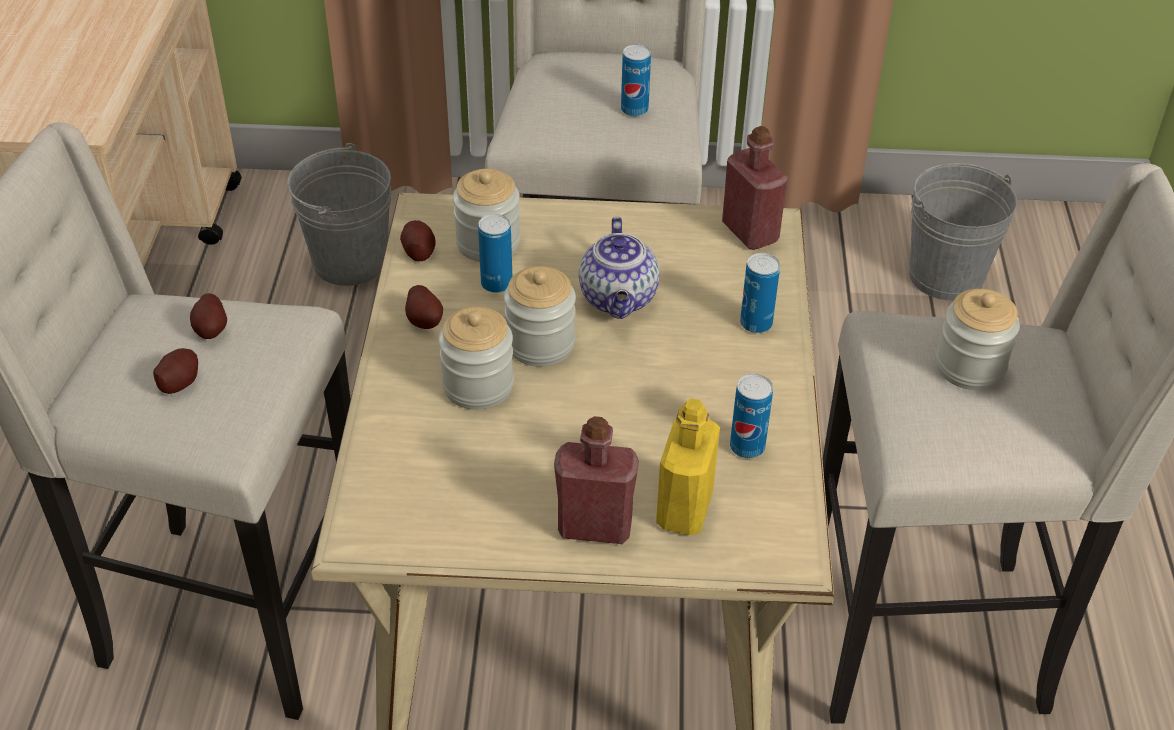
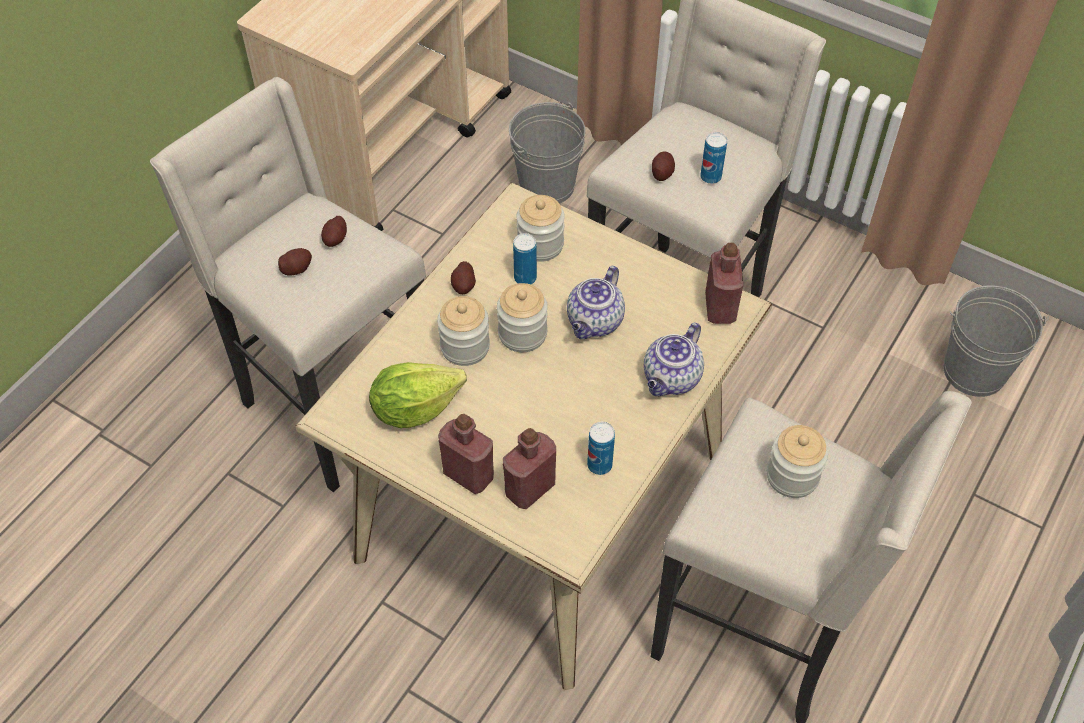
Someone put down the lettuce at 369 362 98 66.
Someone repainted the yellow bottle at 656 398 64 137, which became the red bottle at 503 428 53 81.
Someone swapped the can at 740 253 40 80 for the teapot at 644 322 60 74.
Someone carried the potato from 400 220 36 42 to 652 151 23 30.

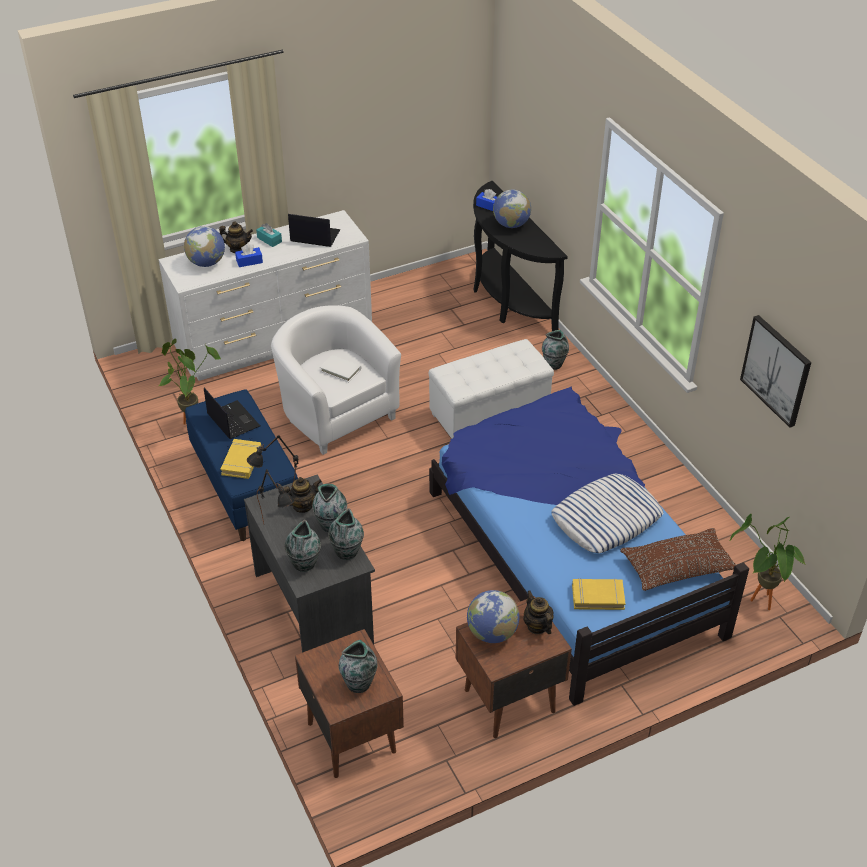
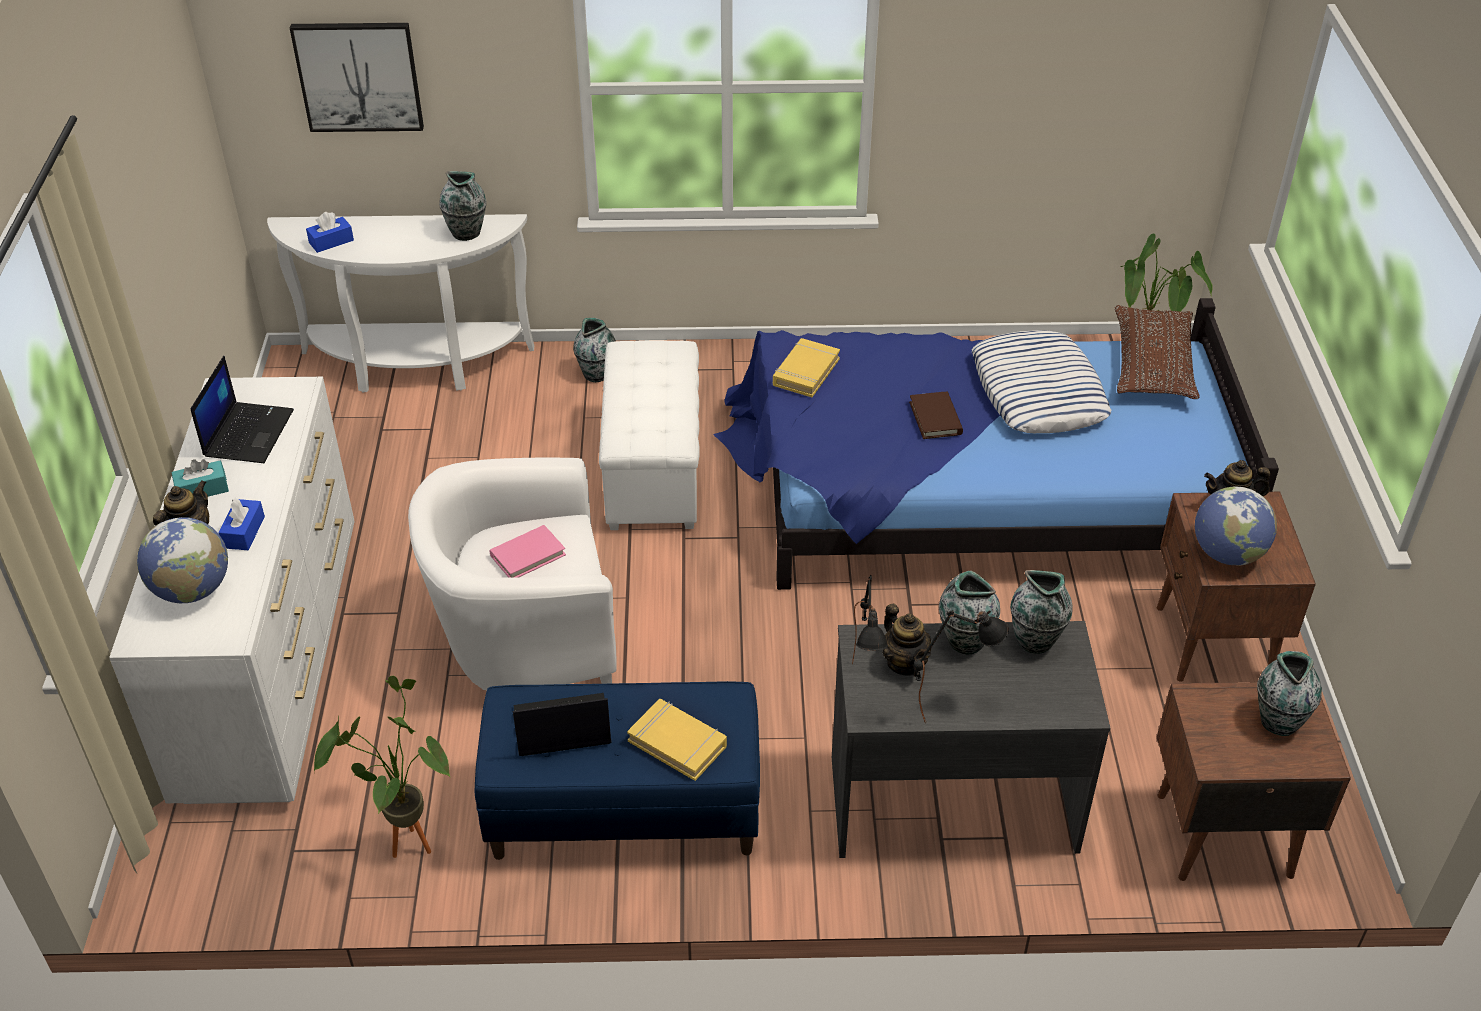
Someone rotated the laptop at 288 214 52 33 by 150 degrees clockwise.
Someone repainted the black console table at 473 181 95 150, which became the white console table at 267 214 267 178.
Someone carried the picture from 740 315 71 113 to 290 23 134 109.
Someone carried the vase from 285 520 36 52 to 439 171 47 70.
Someone repainted the white book at 320 355 41 27, which became the pink book at 490 525 76 53.
Someone carried the yellow book from 572 578 53 32 to 773 338 67 59.
Someone rotated the teapot at 284 477 38 36 by 150 degrees clockwise.
Someone put down the brown book at 909 391 54 48.
Someone took away the globe at 493 190 38 38.

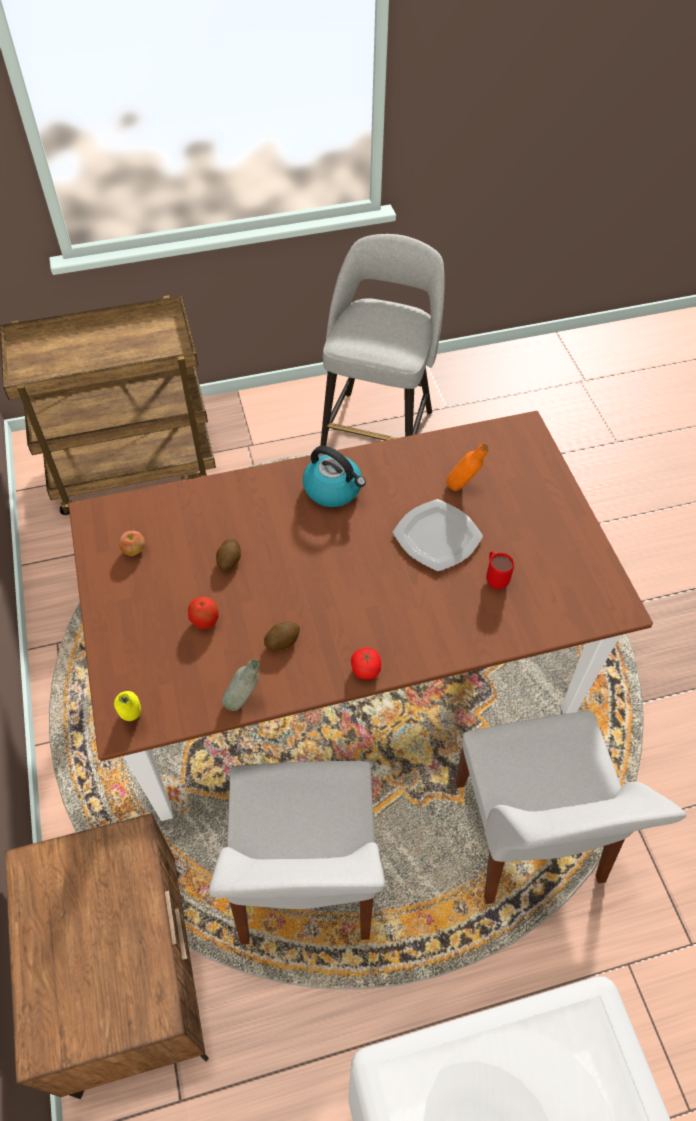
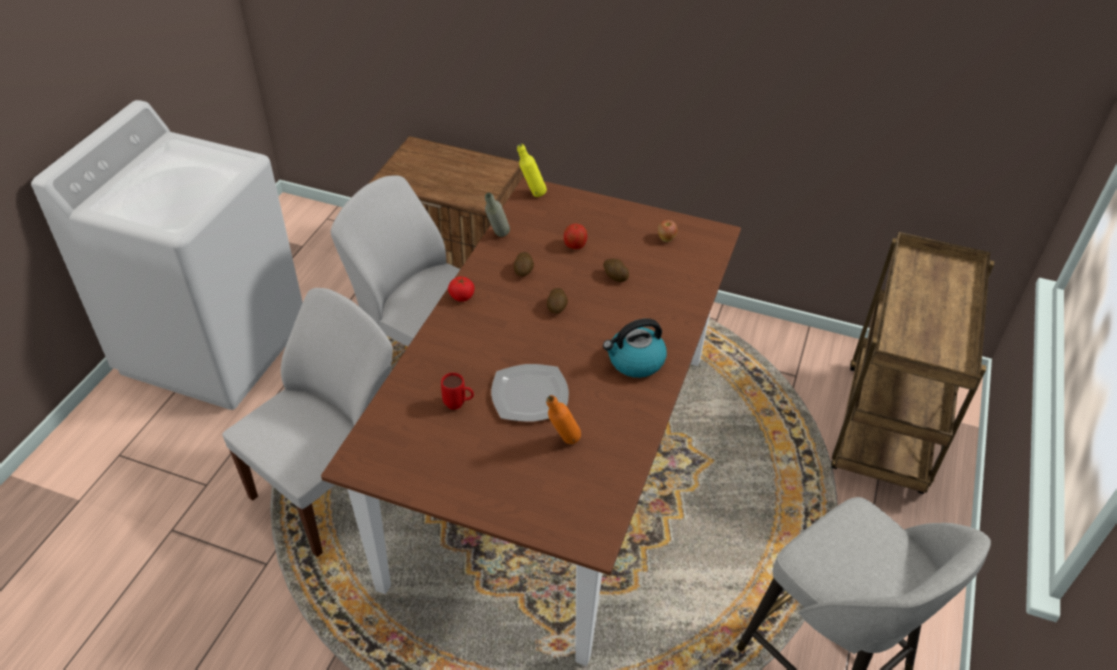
Someone rotated the white chair at 455 711 231 193 by 105 degrees clockwise.
Someone put down the potato at 547 288 21 26.

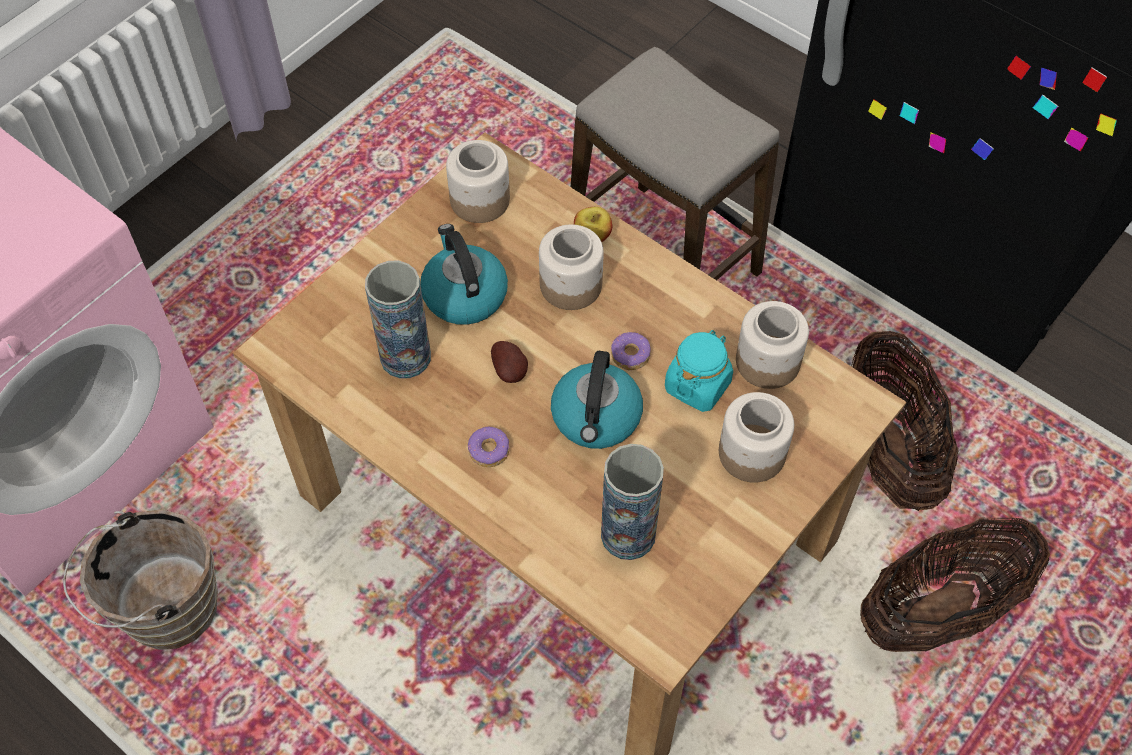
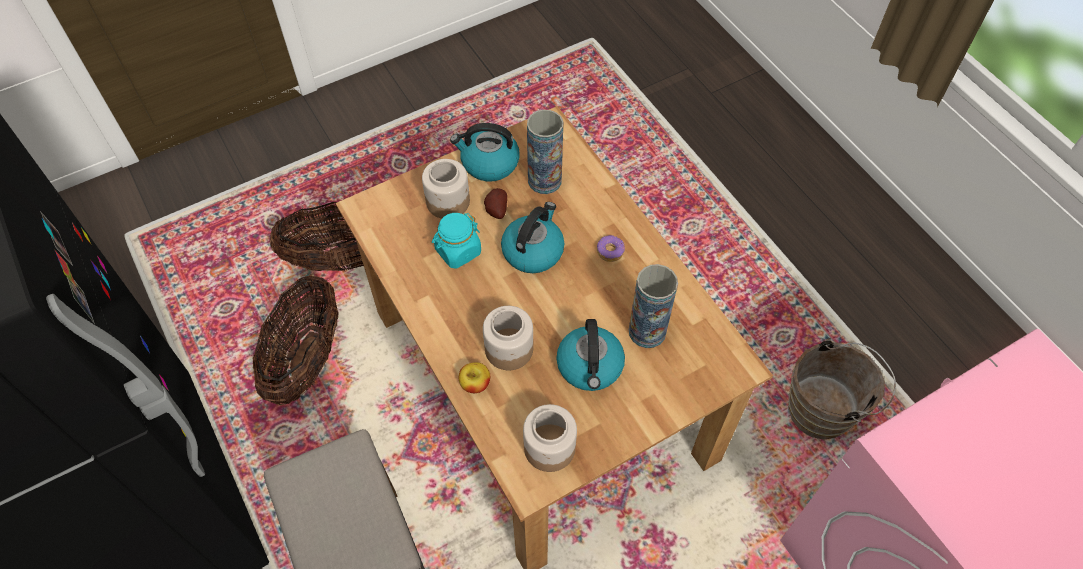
Someone put down the kettle at 450 123 70 59.
Someone carried the potato from 491 341 37 42 to 484 188 23 31.
Someone took away the donut at 611 332 40 38.
Someone took away the jar at 736 301 73 88.

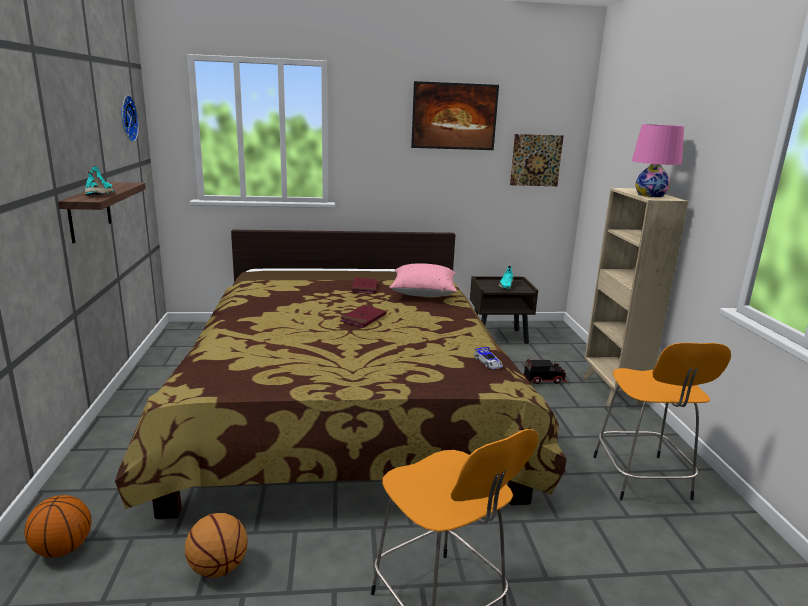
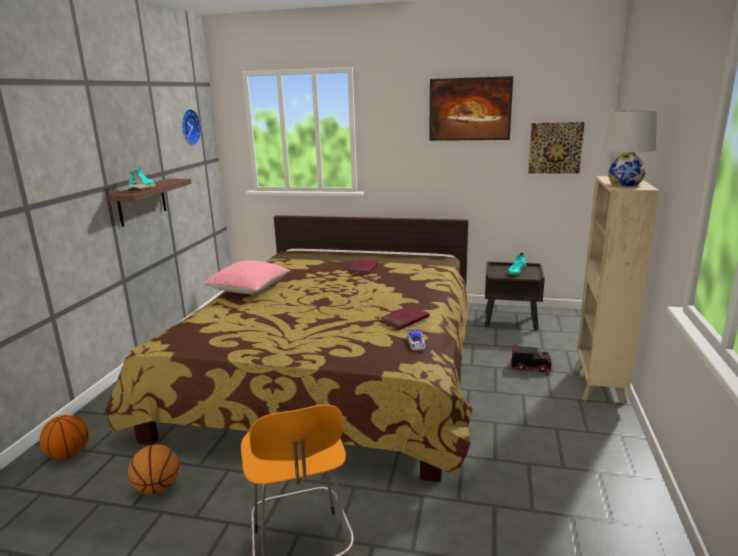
Someone carried the pink pillow from 389 263 68 34 to 203 260 87 34.
Someone carried the red book from 340 305 47 23 to 380 305 50 25.
Someone repainted the pink table lamp at 632 124 52 73, which became the white table lamp at 603 110 55 76.
Someone took away the orange stool at 593 343 138 158.

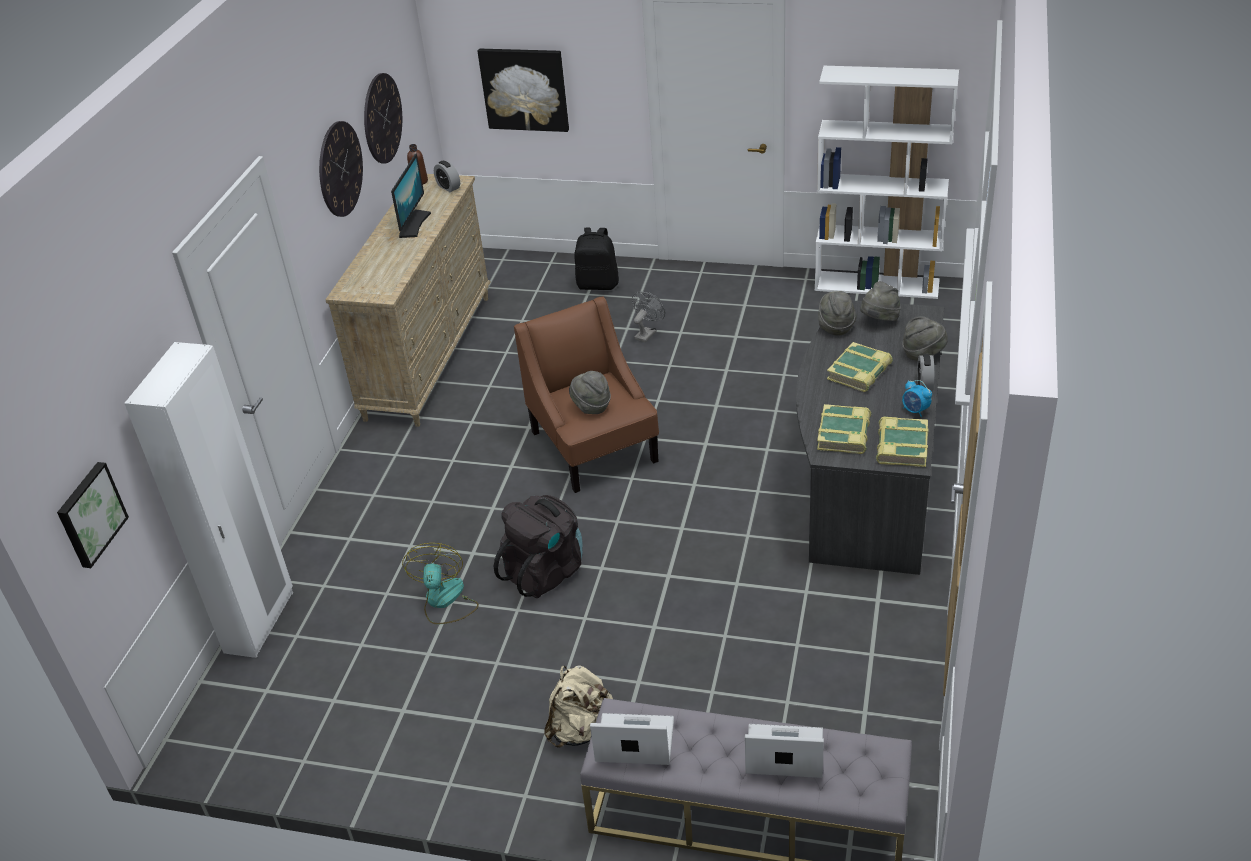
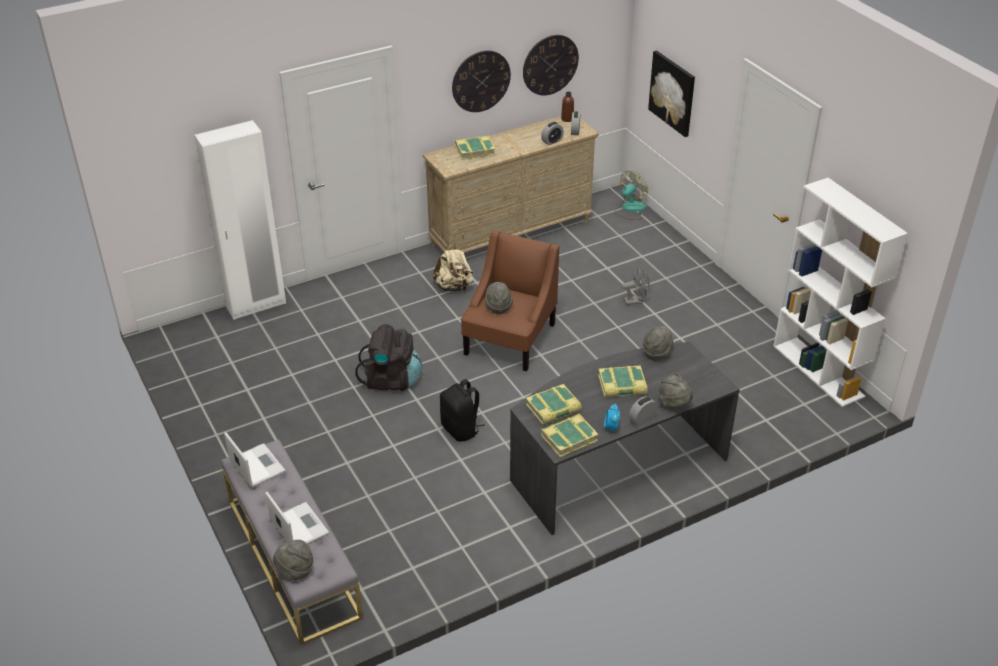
Someone carried the grey hat from 860 281 41 40 to 273 540 41 40.
Someone carried the beige backpack from 544 665 69 83 to 433 244 40 48.
Someone carried the black backpack from 574 228 45 62 to 440 379 45 62.
Someone put down the book at 455 136 41 24.
Someone put down the alarm clock at 541 122 23 24.
Someone carried the fan from 402 543 77 81 to 615 171 33 49.
Someone took away the picture at 57 462 72 106.
Someone took away the monitor at 391 154 40 84.

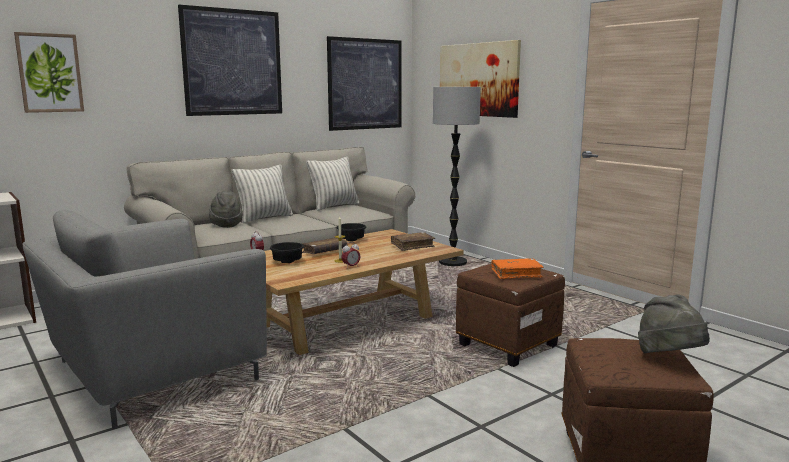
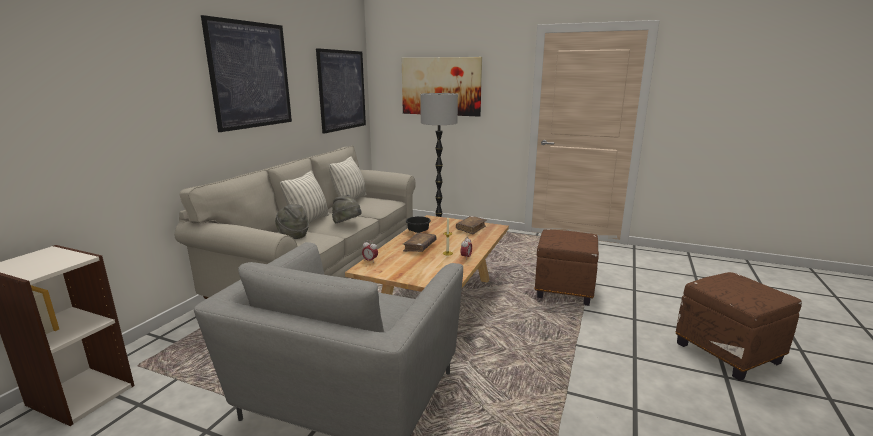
Someone carried the grey hat from 638 294 72 59 to 332 195 30 28.
Someone took away the picture at 14 32 70 81.
Someone took away the black bowl at 270 242 34 21.
Someone took away the orange book at 491 258 53 21.

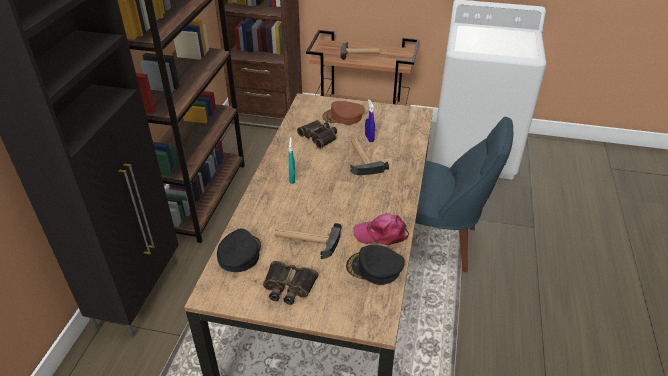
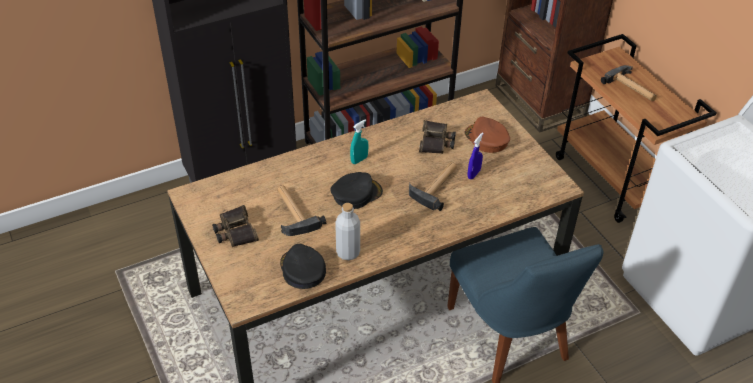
Someone carried the black cap from 217 228 44 44 to 330 172 53 37.
Someone swapped the pink cap at 353 213 56 32 for the grey bottle at 335 203 25 57.

